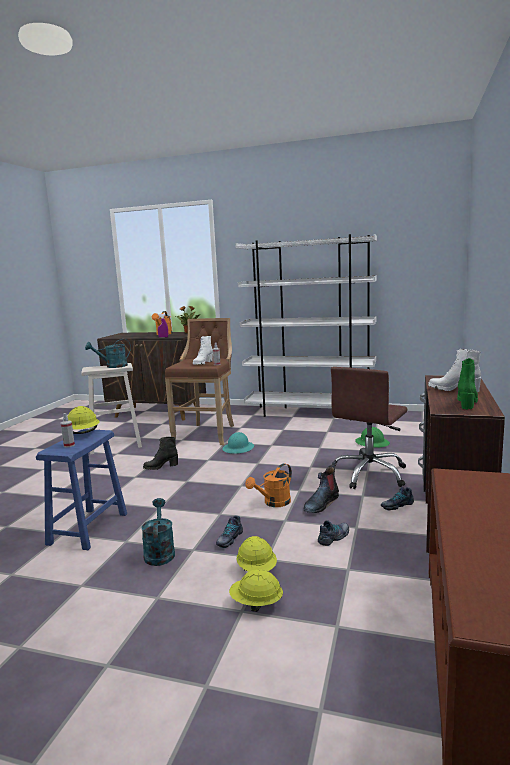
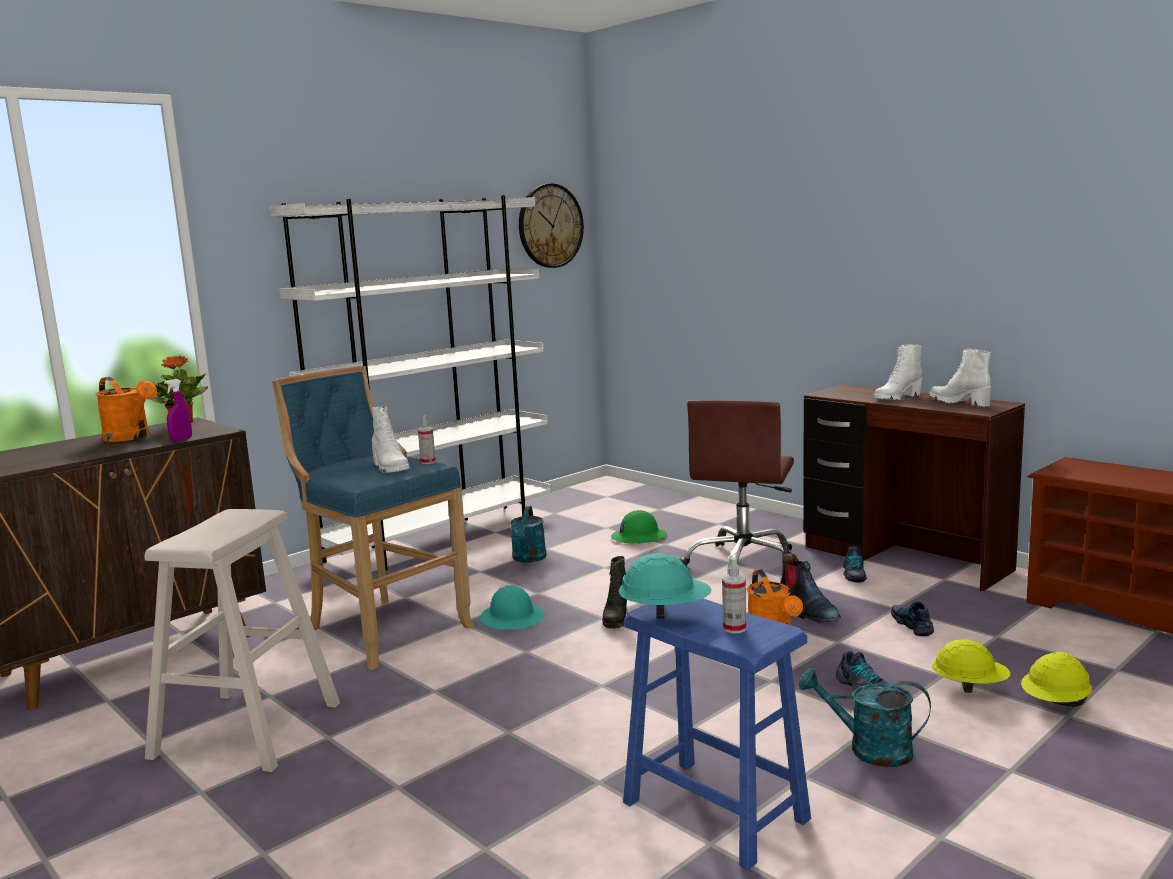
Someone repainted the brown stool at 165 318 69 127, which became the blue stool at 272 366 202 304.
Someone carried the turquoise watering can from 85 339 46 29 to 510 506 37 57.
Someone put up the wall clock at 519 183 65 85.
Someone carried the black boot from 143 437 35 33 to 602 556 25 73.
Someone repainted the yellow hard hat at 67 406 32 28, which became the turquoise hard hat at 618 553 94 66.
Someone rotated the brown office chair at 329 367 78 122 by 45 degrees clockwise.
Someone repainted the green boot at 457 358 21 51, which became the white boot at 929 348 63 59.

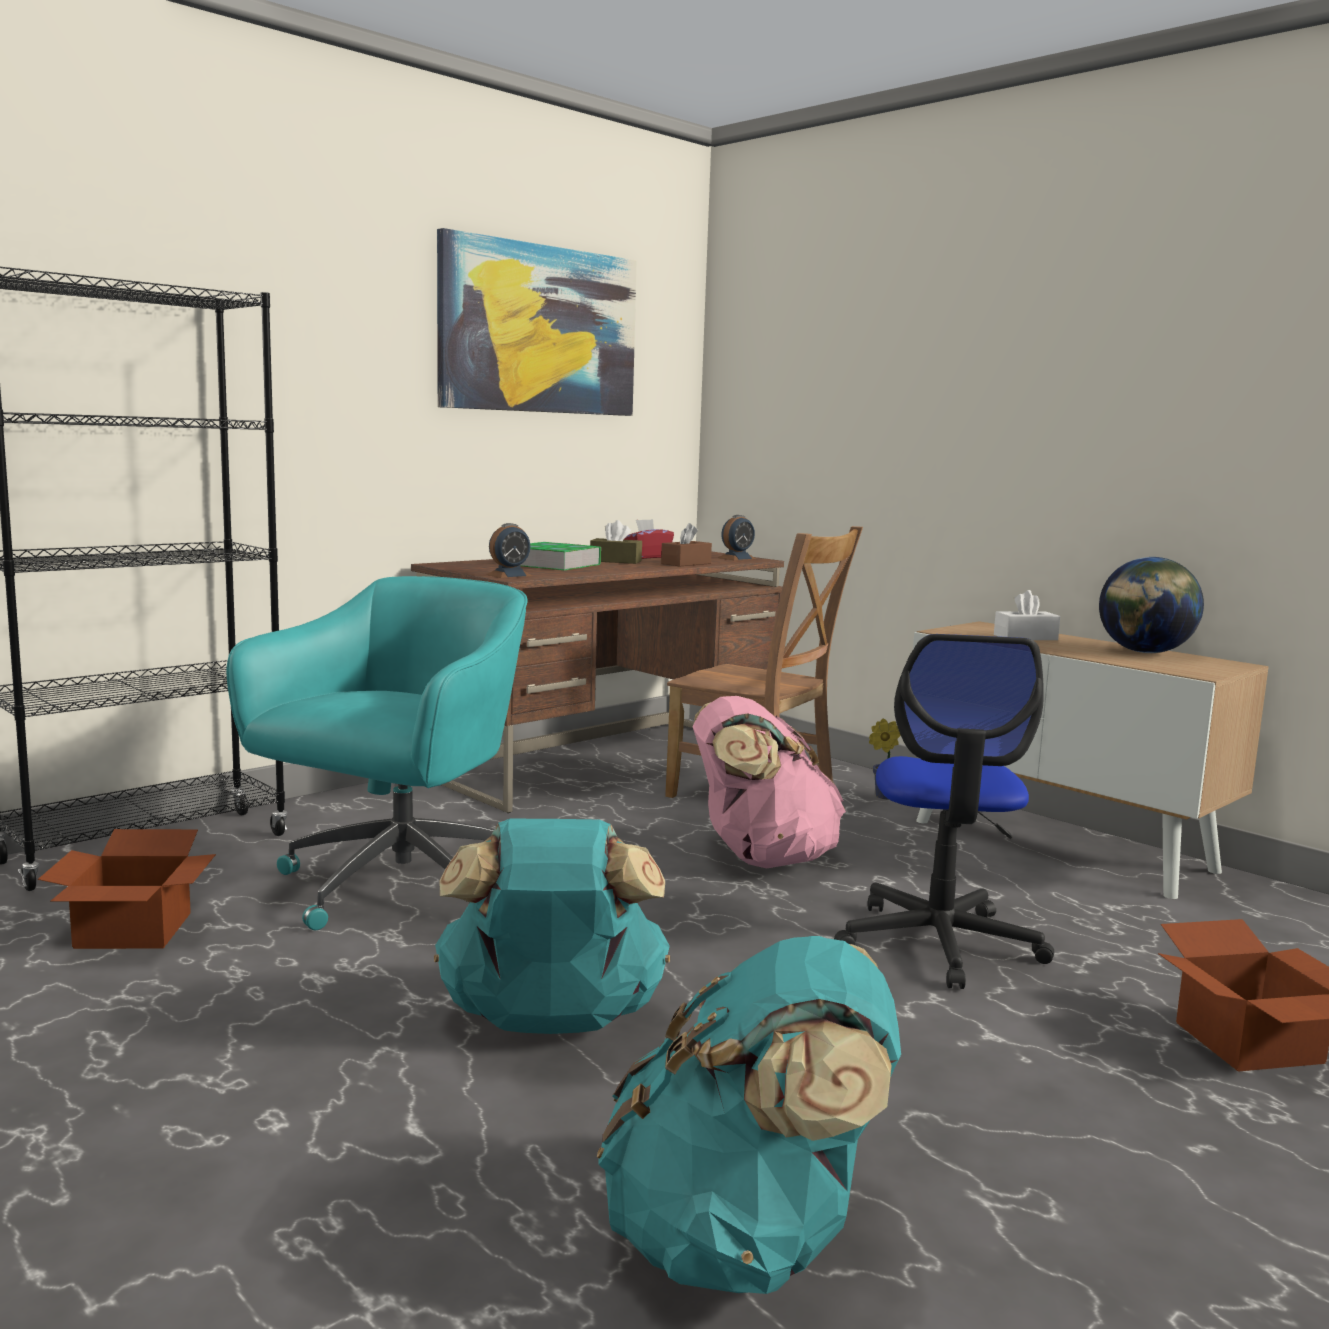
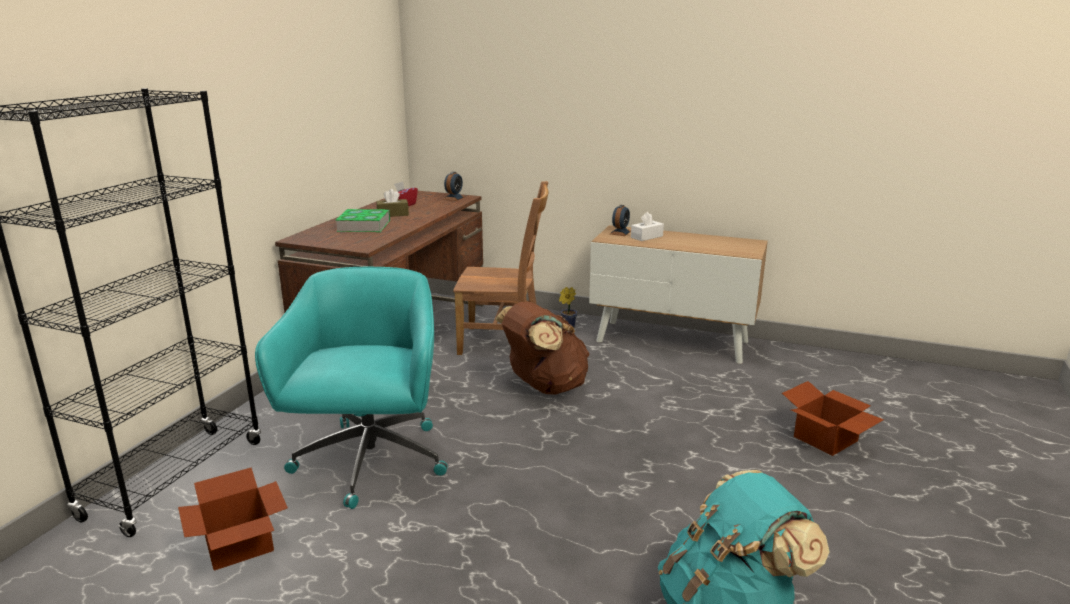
Someone repainted the pink backpack at 692 696 154 172, which became the brown backpack at 495 302 95 93.
Someone carried the alarm clock from 486 523 46 55 to 610 205 21 31.
Someone took away the turquoise backpack at 434 819 236 215.
Someone took away the picture at 437 228 200 188.
Someone took away the brown tissue box at 661 523 51 44.
Someone took away the office chair at 834 634 220 355.
Someone took away the globe at 1099 557 105 96.

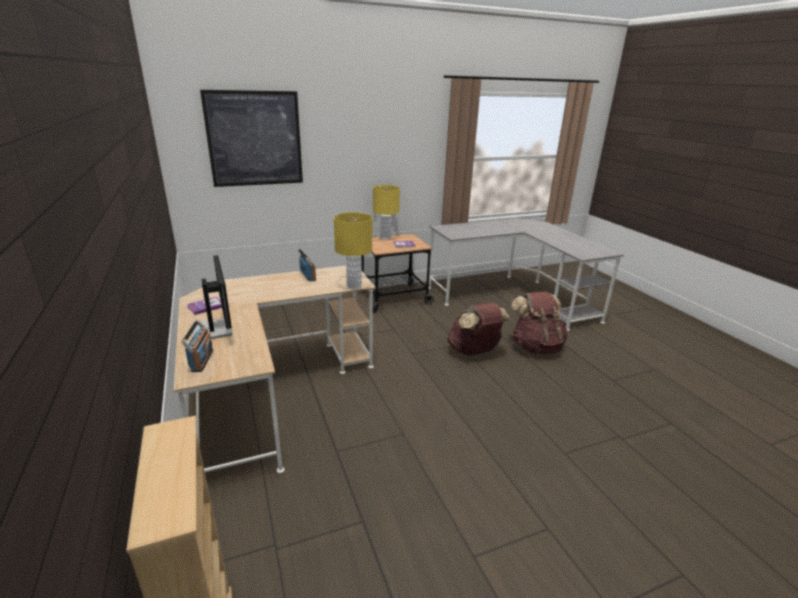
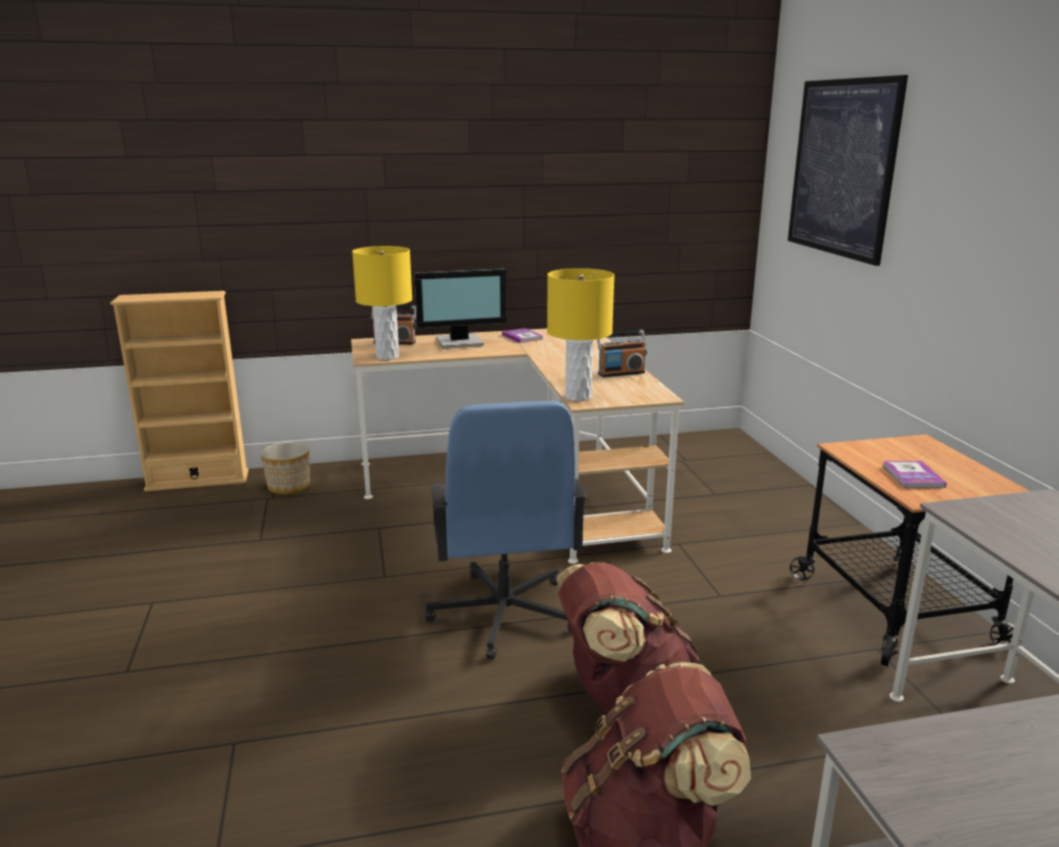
Someone put down the planter at 261 442 49 52.
Someone carried the yellow table lamp from 373 185 27 55 to 352 246 60 114.
Someone put down the blue office chair at 425 401 162 259.

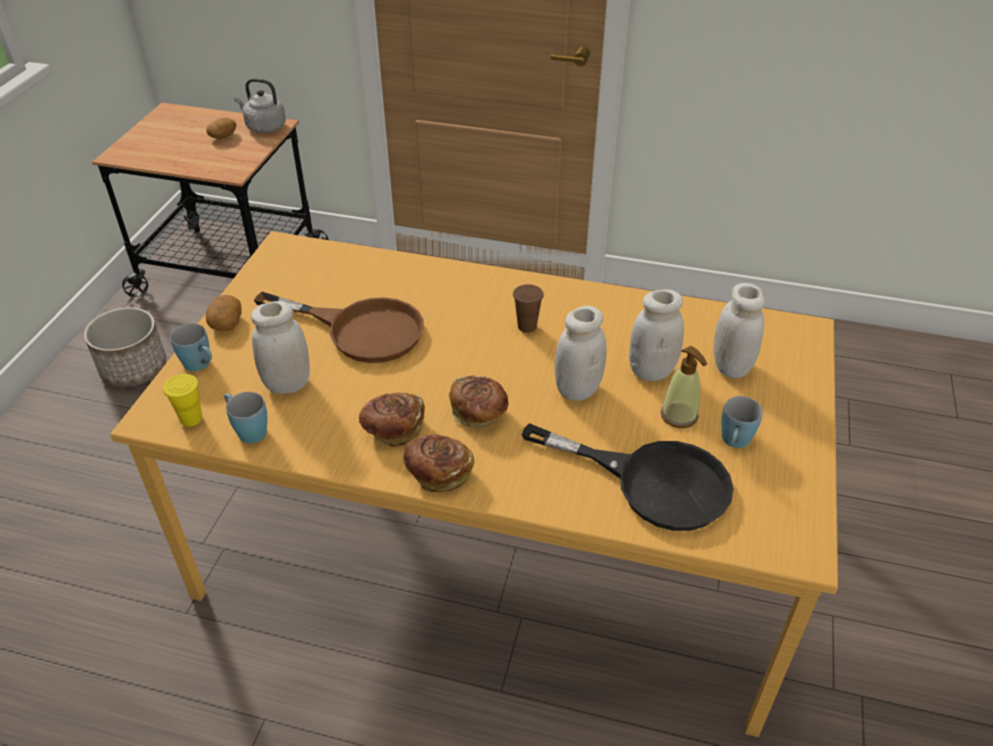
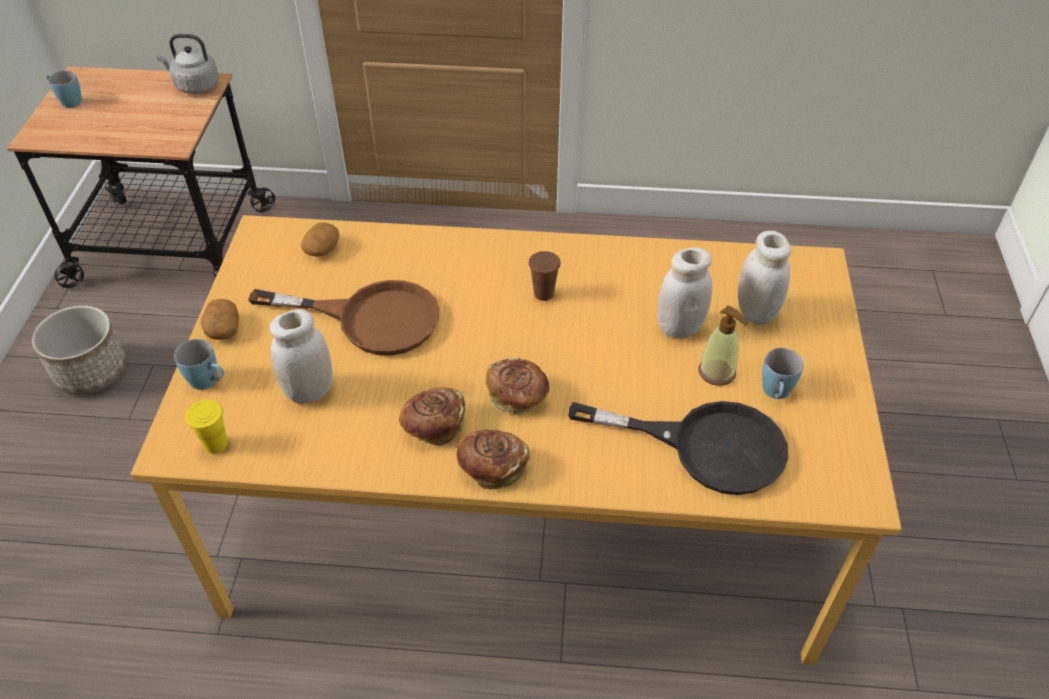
Someone carried the blue mug from 224 392 43 51 to 46 70 36 38.
Someone carried the potato from 206 118 30 21 to 301 222 38 35.
Someone took away the white jar at 555 306 51 95.

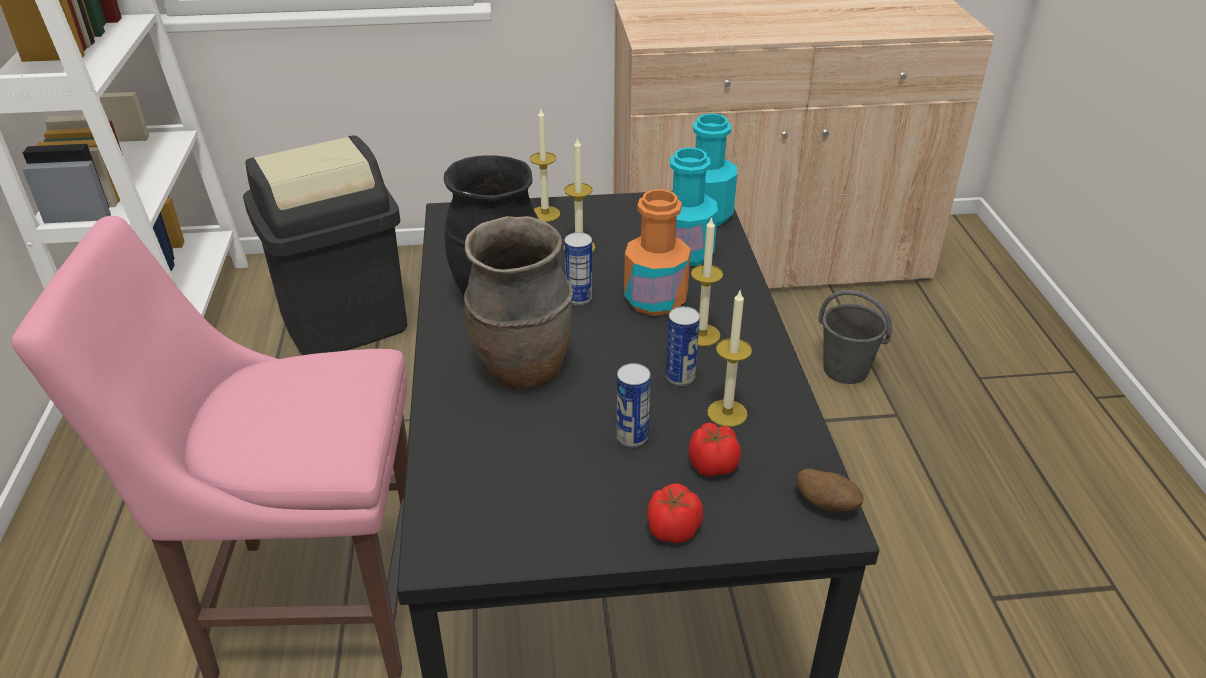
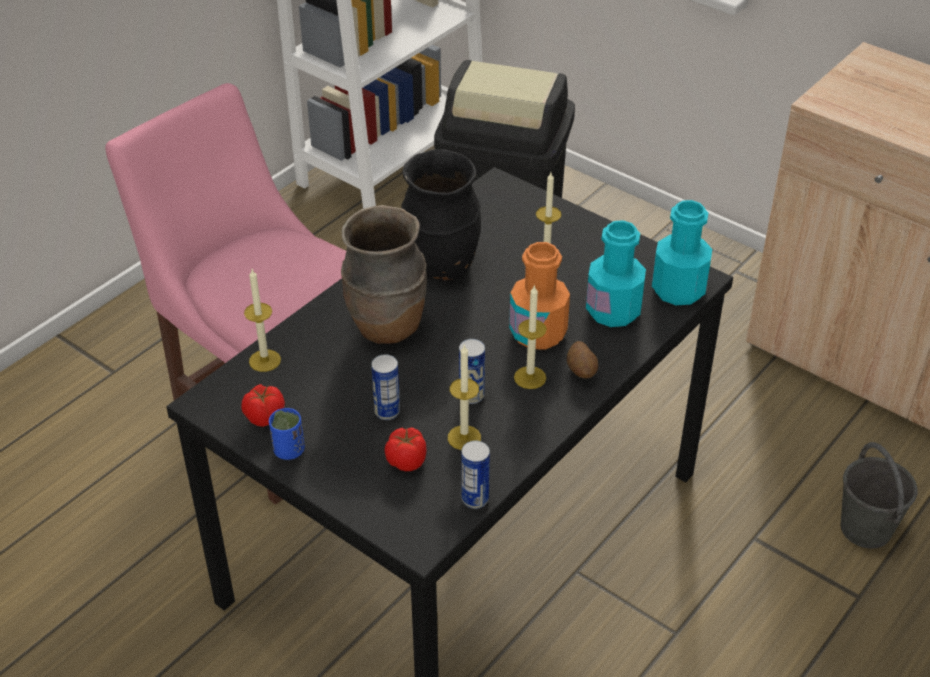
Someone carried the tomato from 647 484 56 59 to 242 384 43 43.
Someone carried the candle from 530 109 30 113 to 244 269 37 103.
Someone put down the blue cup at 269 408 36 52.
Someone carried the can from 564 232 29 73 to 462 441 28 68.
Someone carried the potato from 797 468 67 43 to 567 341 31 38.

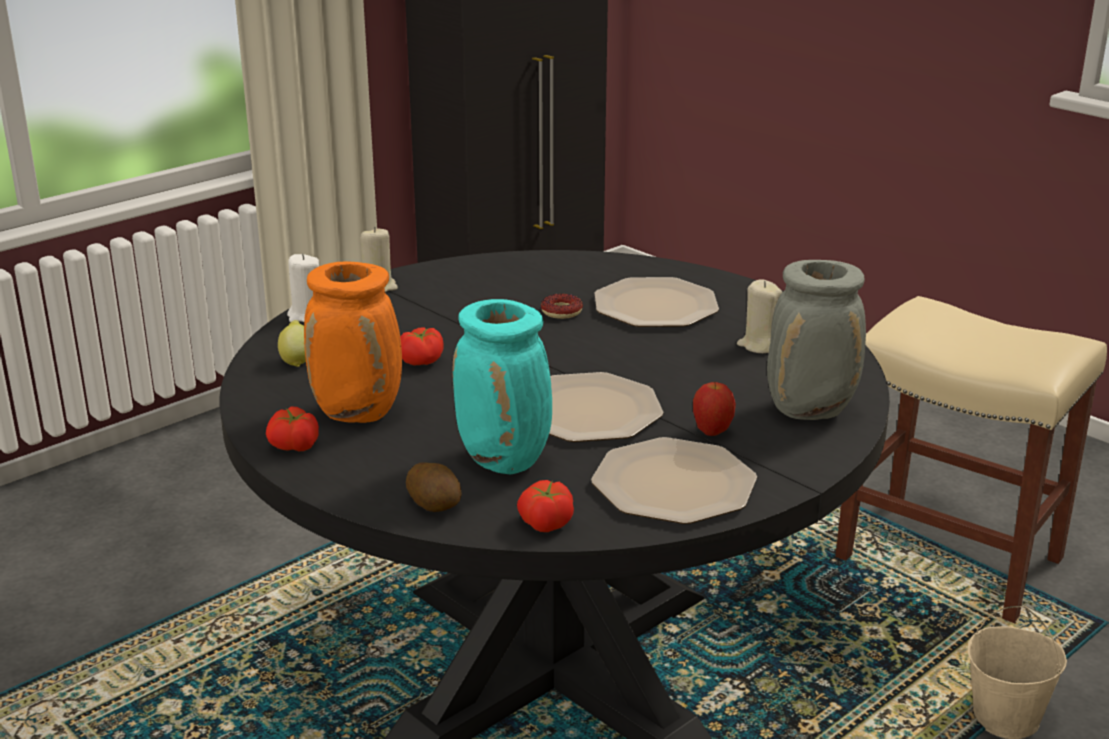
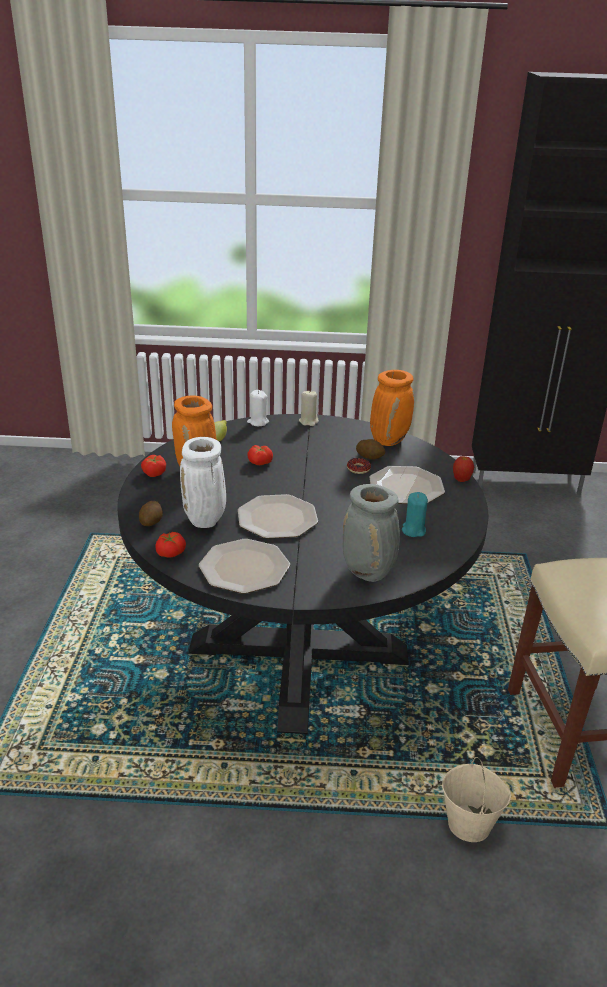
Someone repainted the turquoise vase at 452 299 100 175, which became the white vase at 180 437 46 91.
Someone put down the potato at 356 439 30 21.
Someone put down the orange vase at 370 370 44 76.
Someone repainted the beige candle at 737 279 45 74, which became the turquoise candle at 402 492 26 45.
Someone carried the apple from 693 381 43 55 to 453 456 21 26.

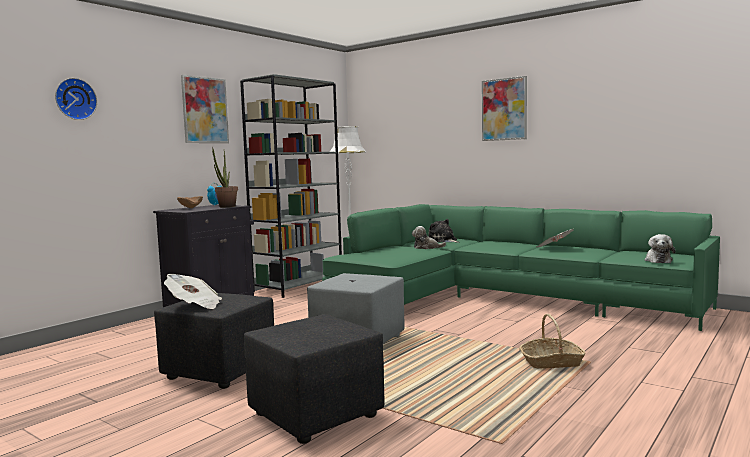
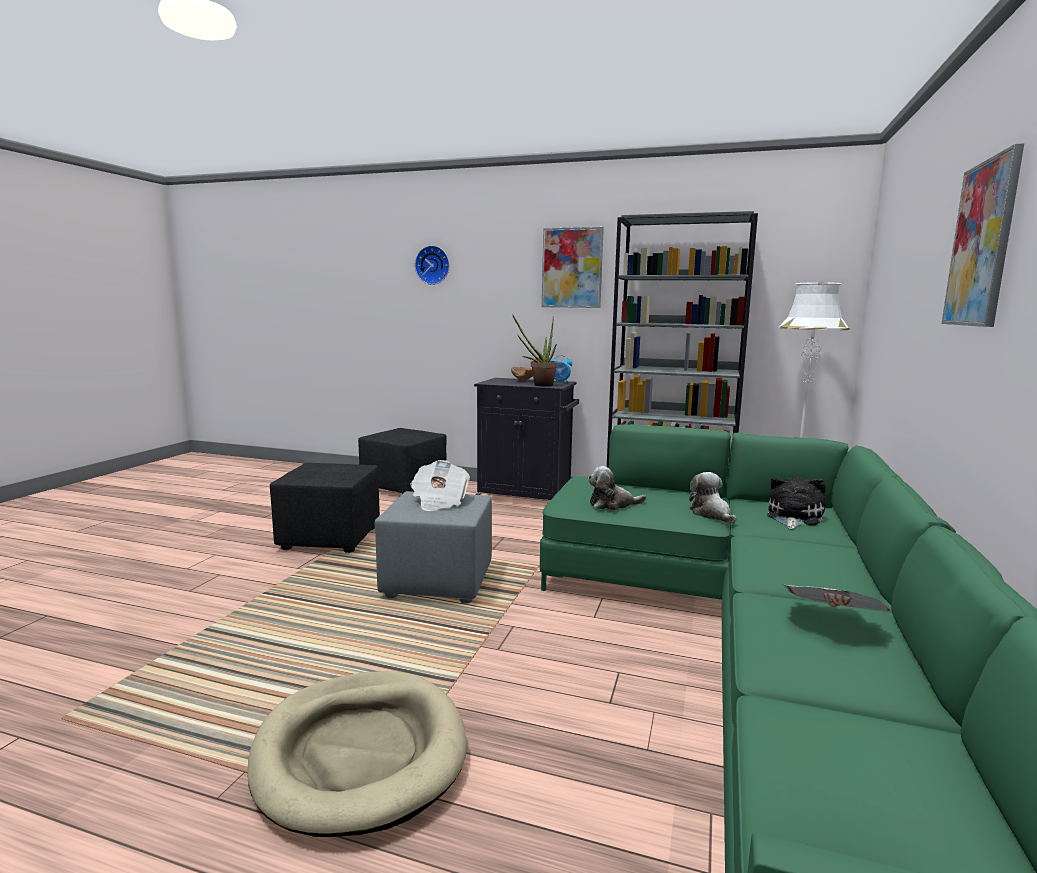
Someone swapped the basket at 519 314 67 55 for the beige dog bed at 247 671 220 166.
Someone carried the black ottoman from 244 314 140 130 to 358 428 89 66.
Someone carried the newspaper from 164 274 58 35 to 410 460 60 51.
Someone carried the plush toy from 644 234 32 29 to 588 466 58 44.

